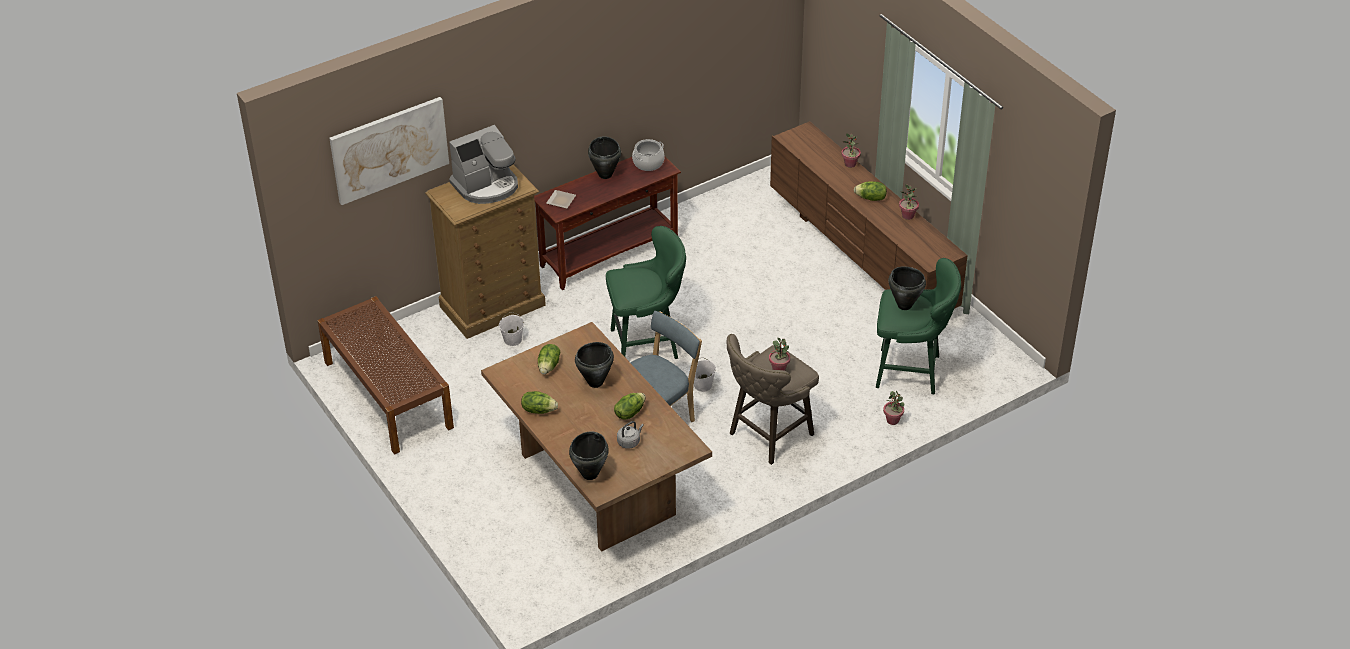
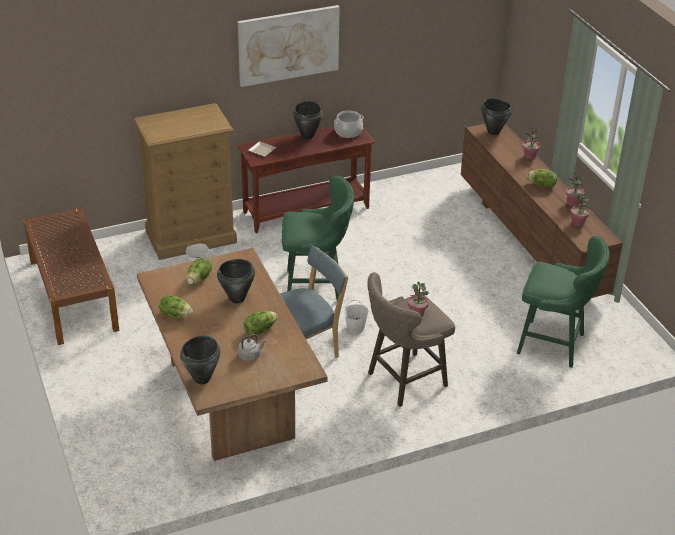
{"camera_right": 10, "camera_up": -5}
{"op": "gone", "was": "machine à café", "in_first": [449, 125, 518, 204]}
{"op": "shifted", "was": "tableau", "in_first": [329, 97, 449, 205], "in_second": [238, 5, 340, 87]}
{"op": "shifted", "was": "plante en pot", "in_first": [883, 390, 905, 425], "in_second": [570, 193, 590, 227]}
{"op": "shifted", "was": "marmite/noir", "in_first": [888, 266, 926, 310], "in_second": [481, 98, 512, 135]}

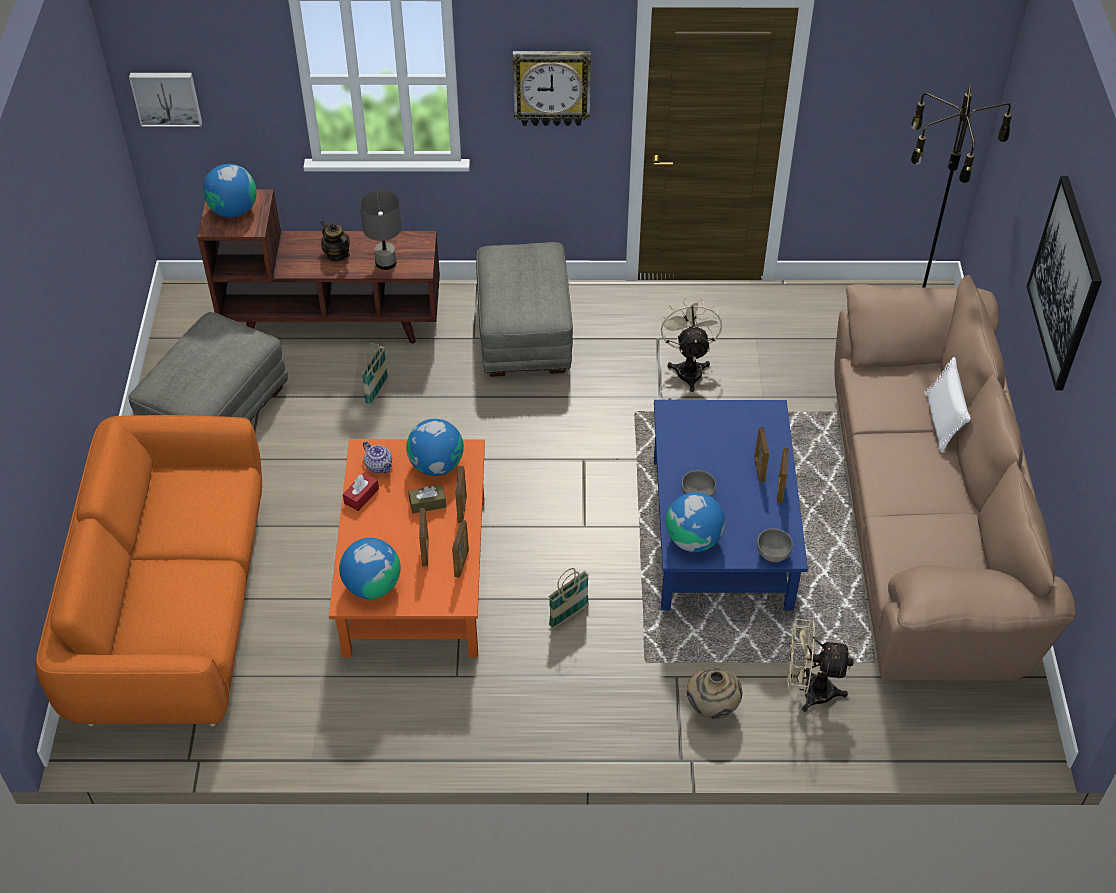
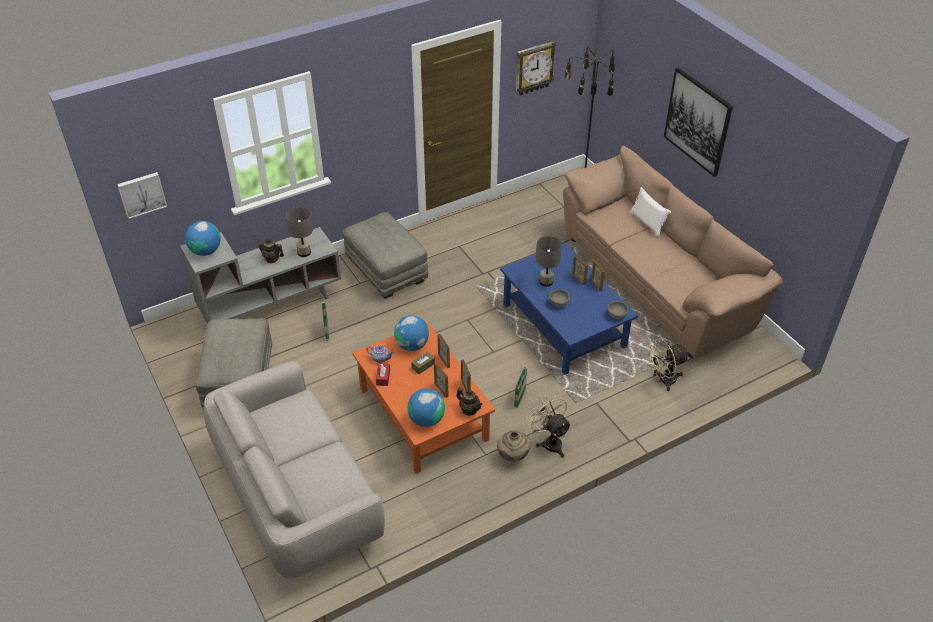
{"camera_right": -30, "camera_up": -5}
{"op": "gone", "was": "globe", "in_first": [666, 492, 725, 552]}
{"op": "new", "now": "théière", "in_second": [456, 387, 483, 416]}
{"op": "new", "now": "lampe de table/gris", "in_second": [536, 236, 562, 287]}
{"op": "shifted", "was": "horloge murale", "in_first": [513, 51, 591, 126], "in_second": [515, 41, 557, 95]}
{"op": "shifted", "was": "ventilateur/beige", "in_first": [660, 298, 722, 392], "in_second": [526, 393, 571, 457]}
{"op": "shifted", "was": "vase/beige", "in_first": [687, 667, 742, 719], "in_second": [497, 431, 531, 462]}
{"op": "repainted", "was": "canapé/orange", "now": "canapé/gris", "in_first": [35, 415, 262, 727], "in_second": [204, 361, 385, 580]}
{"op": "repainted", "was": "meuble télé/marron", "now": "meuble télé/gris", "in_first": [197, 189, 440, 343], "in_second": [180, 227, 341, 324]}

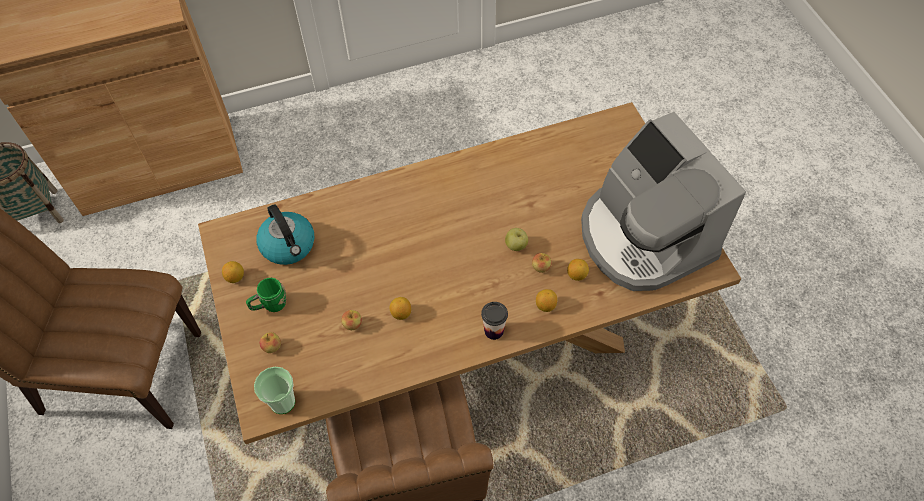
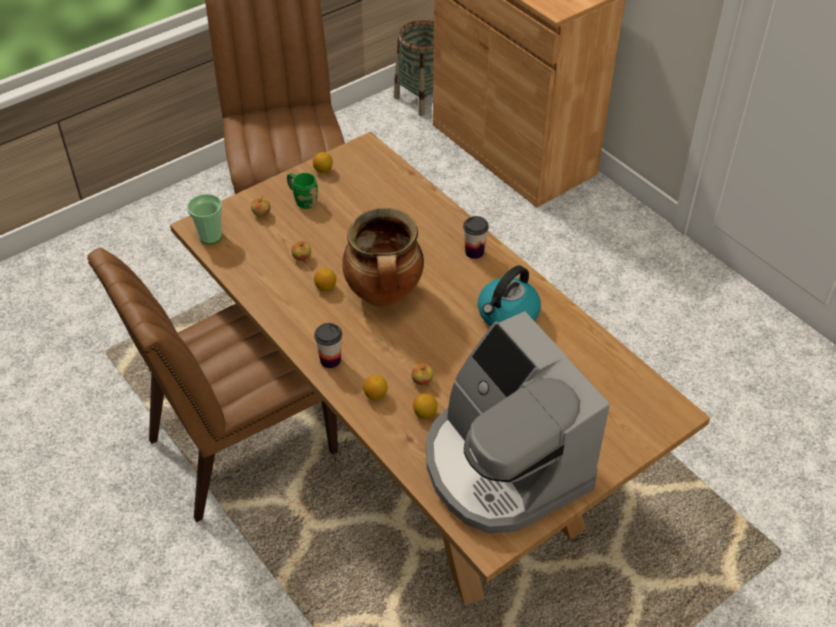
{"camera_right": 70, "camera_up": -10}
{"op": "gone", "was": "pomme", "in_first": [505, 228, 528, 251]}
{"op": "new", "now": "marmite", "in_second": [342, 208, 424, 307]}
{"op": "new", "now": "tasse", "in_second": [463, 216, 489, 259]}
{"op": "shifted", "was": "bouilloire", "in_first": [256, 204, 315, 265], "in_second": [478, 265, 541, 327]}
{"op": "rotated", "was": "machine à café", "in_first": [581, 112, 746, 291], "in_second": [426, 311, 610, 534], "clockwise": -75}

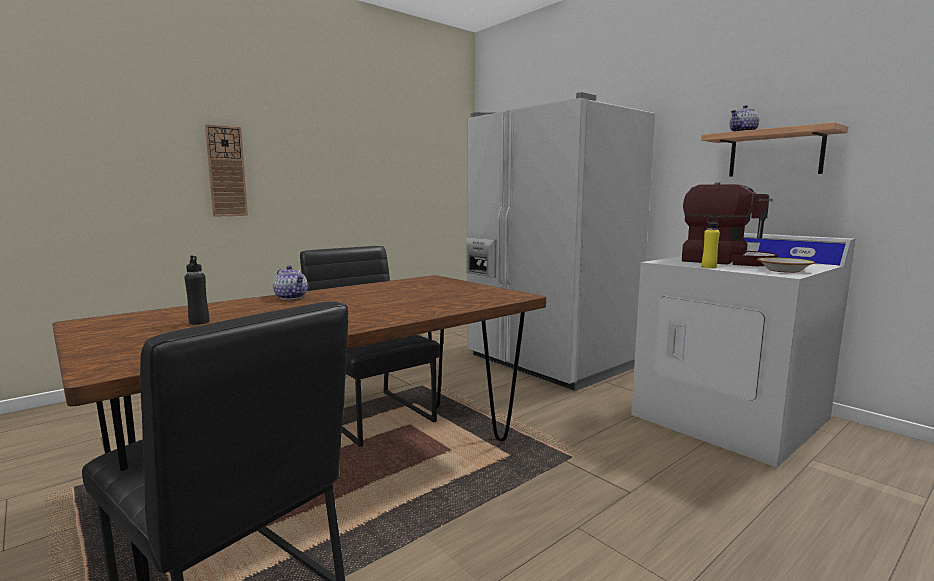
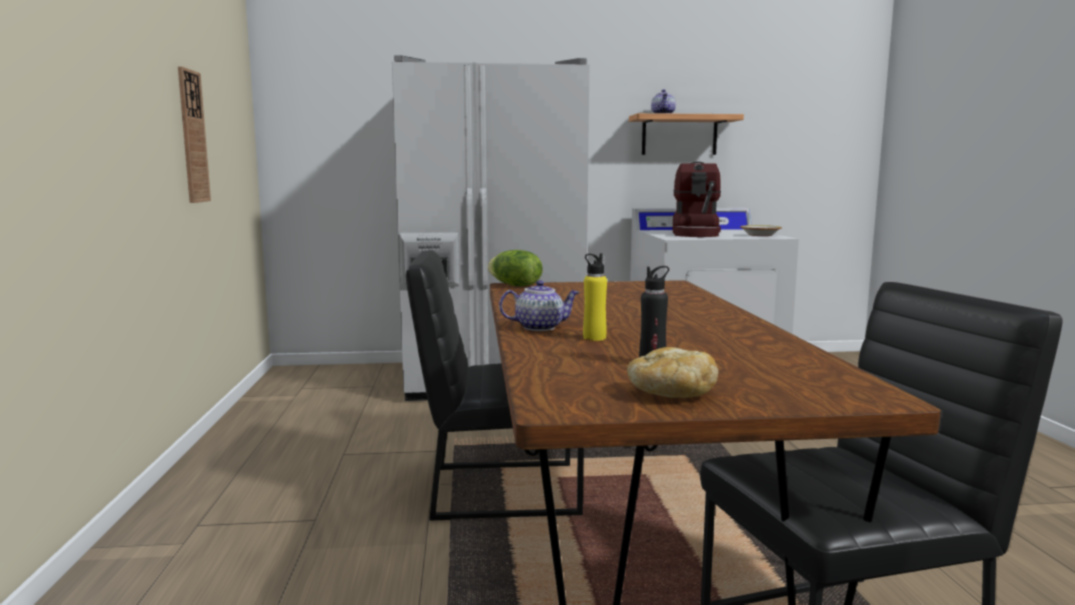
{"camera_right": -55, "camera_up": 0}
{"op": "new", "now": "laitue", "in_second": [487, 250, 543, 286]}
{"op": "new", "now": "pain", "in_second": [627, 347, 718, 398]}
{"op": "shifted", "was": "horloge murale", "in_first": [205, 124, 248, 217], "in_second": [178, 66, 211, 203]}
{"op": "shifted", "was": "bouteille/jaune", "in_first": [702, 216, 720, 268], "in_second": [583, 253, 607, 341]}
{"op": "rotated", "was": "machine à café", "in_first": [682, 183, 778, 266], "in_second": [673, 162, 721, 237], "clockwise": 120}

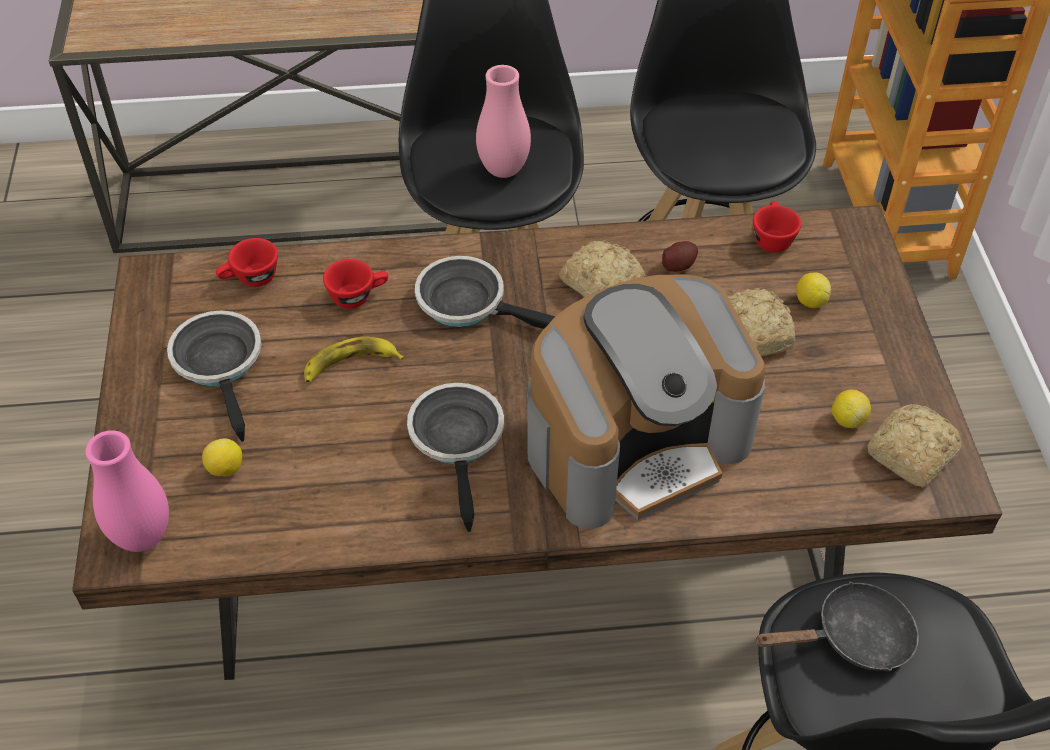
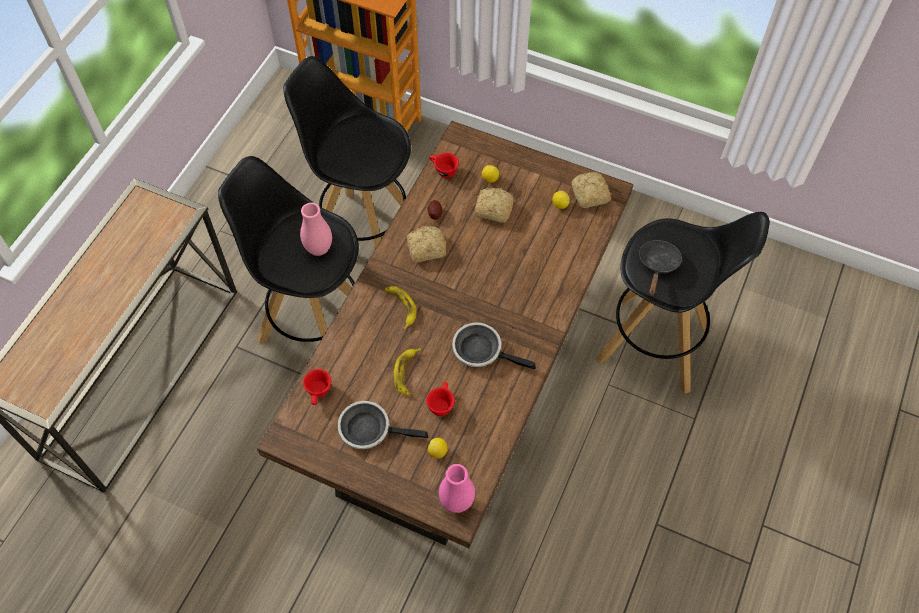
{"camera_right": -60, "camera_up": 10}
{"op": "gone", "was": "machine à café", "in_first": [527, 274, 765, 529]}
{"op": "shifted", "was": "tasse/rouge", "in_first": [323, 259, 388, 309], "in_second": [426, 382, 455, 416]}
{"op": "swapped", "was": "poêle", "now": "banane", "in_first": [415, 256, 555, 329], "in_second": [385, 286, 417, 330]}

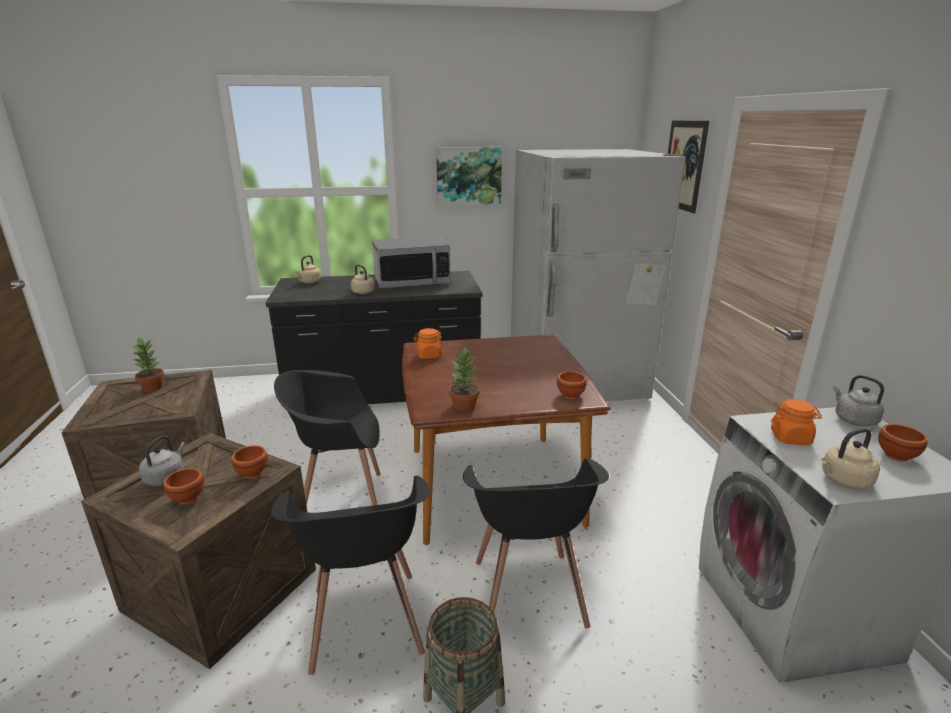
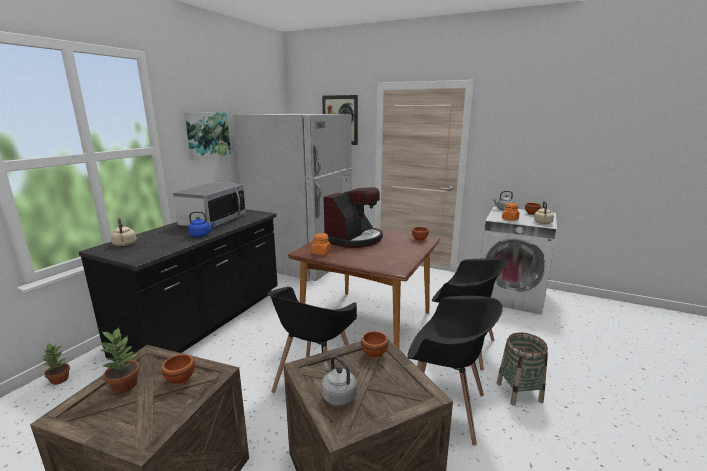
{"camera_right": -55, "camera_up": -5}
{"op": "new", "now": "machine à café", "in_second": [323, 188, 383, 248]}
{"op": "shifted", "was": "bol/marron", "in_first": [164, 468, 204, 504], "in_second": [162, 354, 195, 385]}
{"op": "shifted", "was": "plante en pot", "in_first": [449, 346, 479, 411], "in_second": [43, 343, 70, 385]}
{"op": "repainted", "was": "bouilloire/beige", "now": "bouilloire/bleu", "in_first": [351, 264, 375, 294], "in_second": [188, 211, 215, 237]}

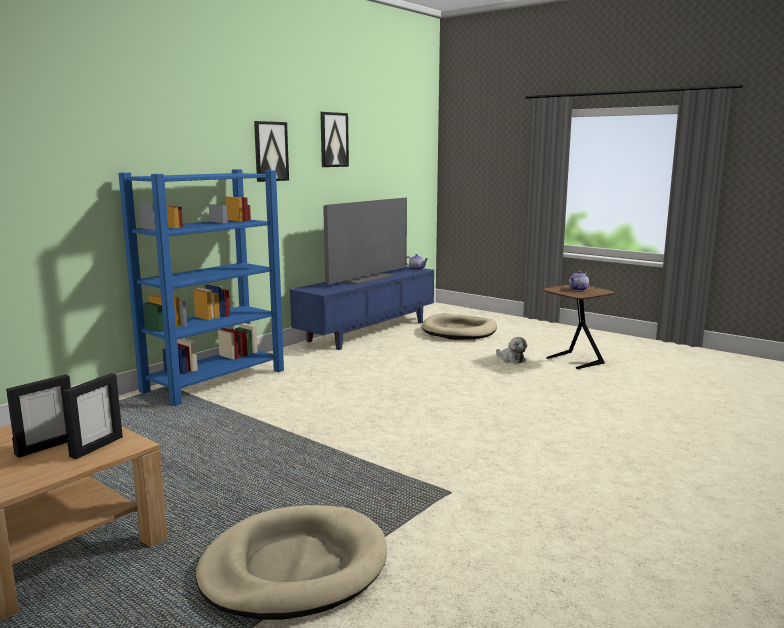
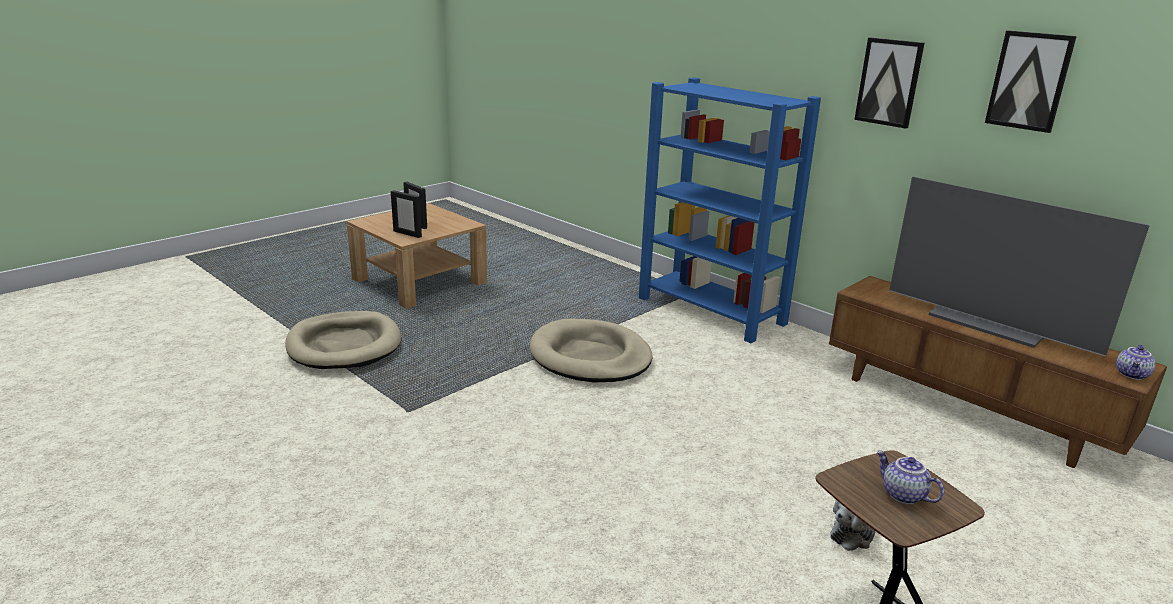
{"camera_right": 95, "camera_up": 10}
{"op": "shifted", "was": "panier pour chien/beige", "in_first": [422, 313, 497, 340], "in_second": [530, 319, 653, 383]}
{"op": "repainted", "was": "meuble télé/bleu", "now": "meuble télé/marron", "in_first": [290, 266, 434, 350], "in_second": [829, 276, 1167, 468]}

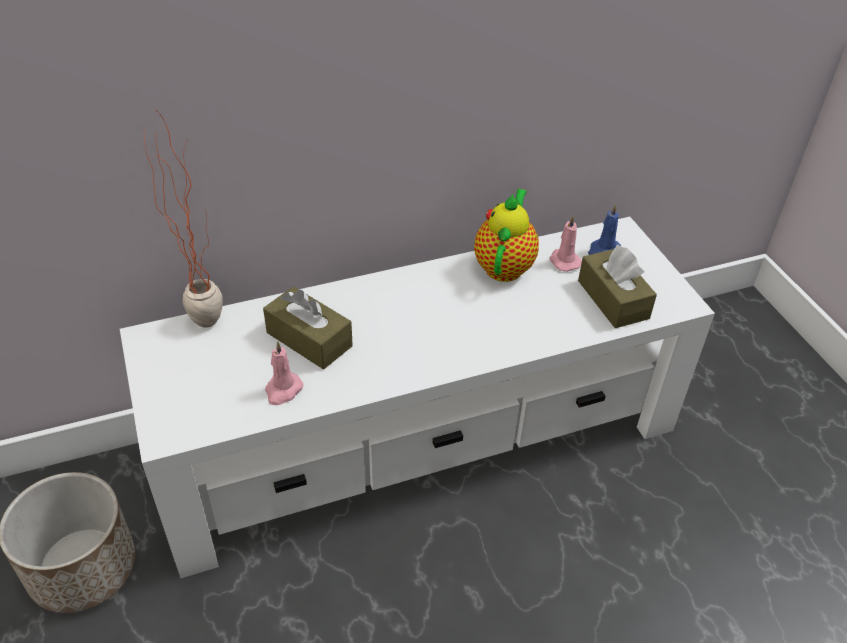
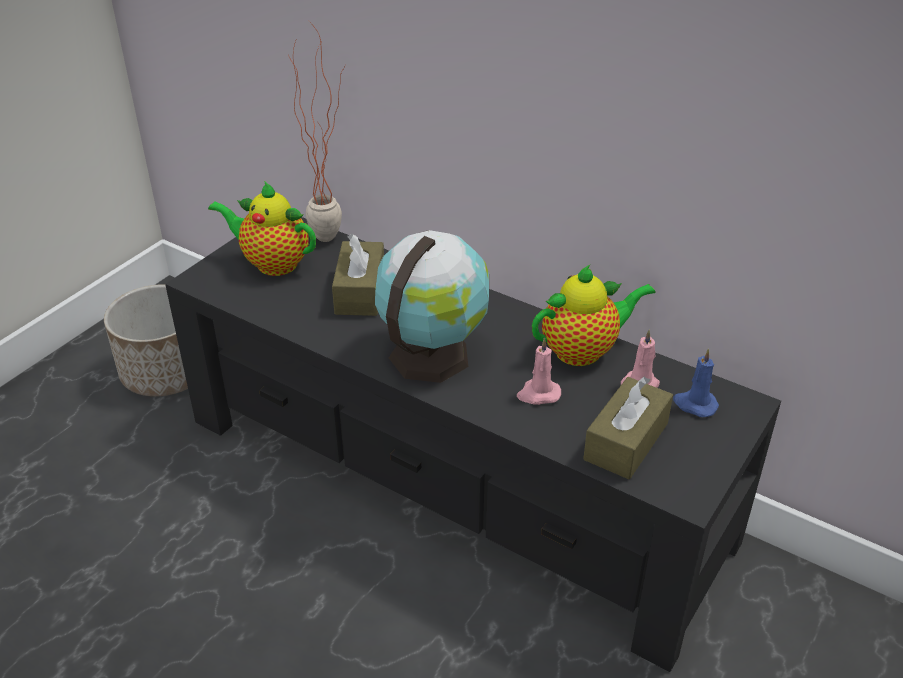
{"camera_right": 55, "camera_up": -5}
{"op": "new", "now": "théière", "in_second": [208, 181, 316, 276]}
{"op": "new", "now": "globe", "in_second": [375, 230, 489, 383]}
{"op": "shifted", "was": "bougie/rose", "in_first": [265, 341, 303, 405], "in_second": [517, 338, 561, 405]}
{"op": "repainted", "was": "meuble télé/blanc", "now": "meuble télé/noir", "in_first": [120, 217, 715, 578], "in_second": [165, 217, 781, 672]}

